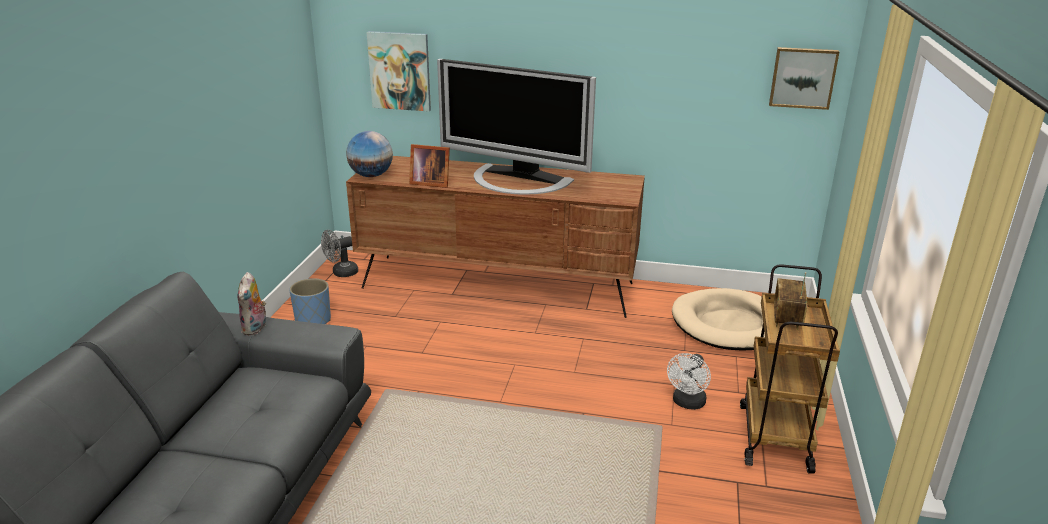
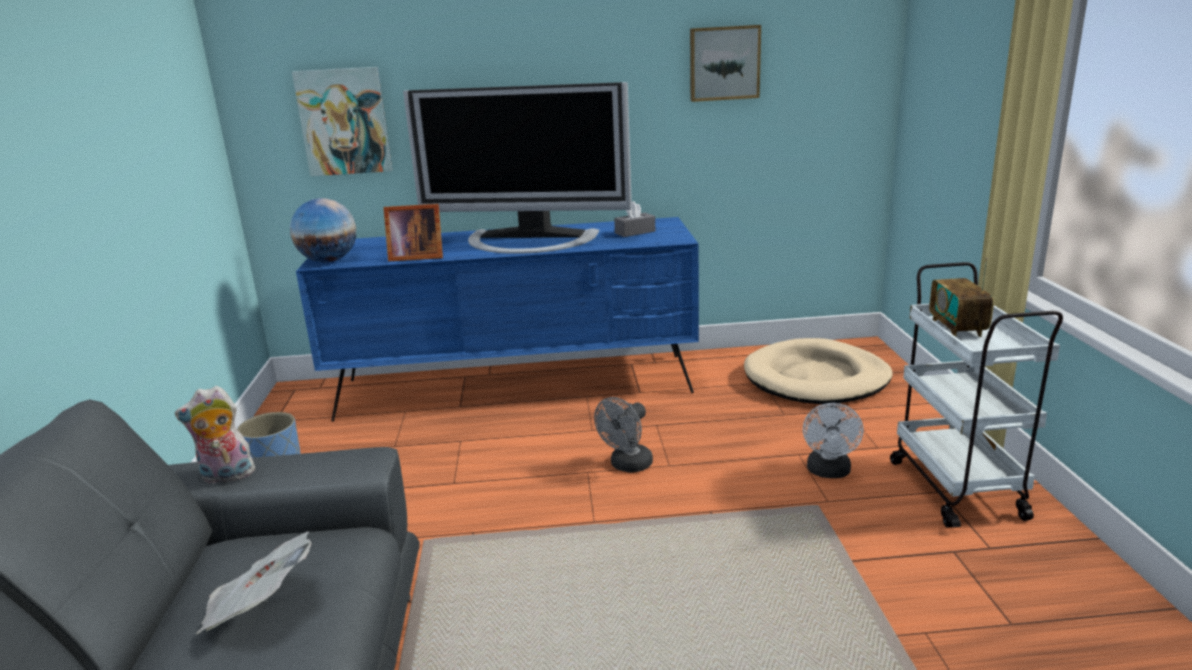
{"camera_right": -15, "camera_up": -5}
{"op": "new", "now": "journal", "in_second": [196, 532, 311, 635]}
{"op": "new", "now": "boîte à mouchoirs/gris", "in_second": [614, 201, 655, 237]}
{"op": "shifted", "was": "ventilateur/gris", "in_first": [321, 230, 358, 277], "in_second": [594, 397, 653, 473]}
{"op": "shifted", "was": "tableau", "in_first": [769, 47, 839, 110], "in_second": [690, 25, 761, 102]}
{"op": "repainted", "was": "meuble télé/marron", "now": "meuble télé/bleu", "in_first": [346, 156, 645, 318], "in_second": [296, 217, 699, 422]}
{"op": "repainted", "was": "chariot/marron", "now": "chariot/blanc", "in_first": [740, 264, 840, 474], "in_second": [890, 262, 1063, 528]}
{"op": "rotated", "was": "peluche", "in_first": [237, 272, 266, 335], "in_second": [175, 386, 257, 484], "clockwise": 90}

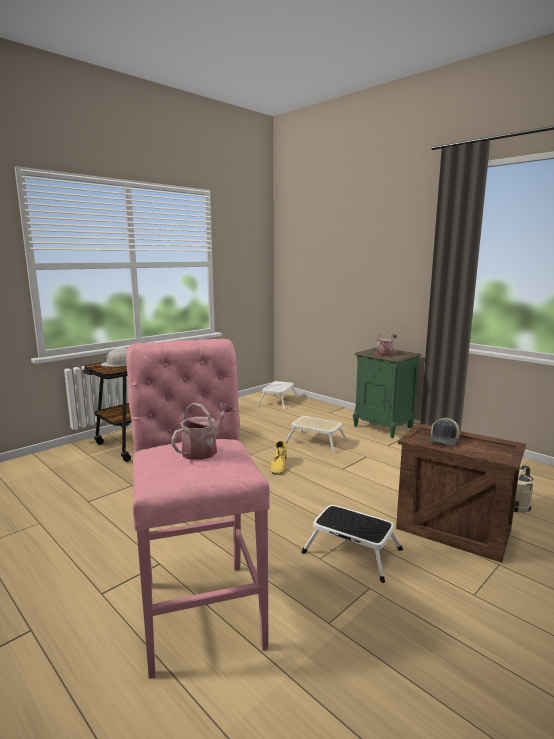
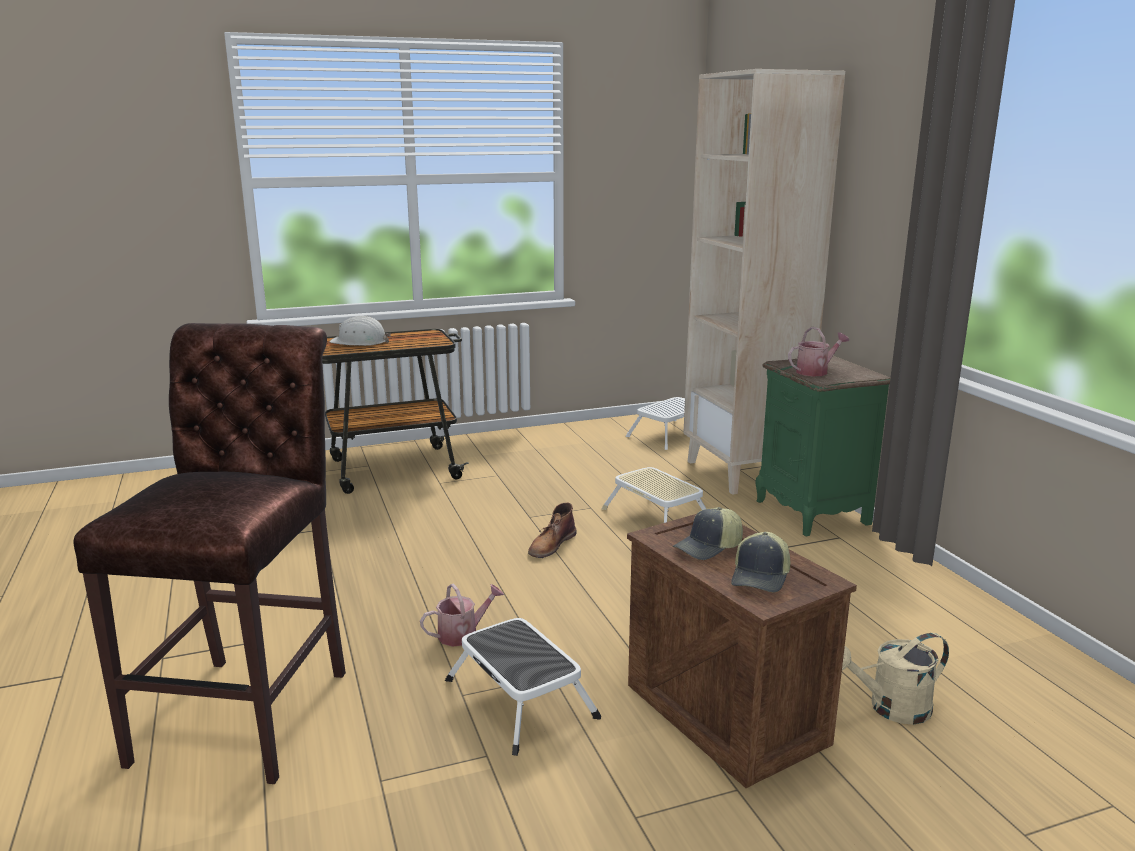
{"camera_right": 25, "camera_up": 5}
{"op": "new", "now": "bibliothèque/beige", "in_second": [683, 69, 845, 495]}
{"op": "new", "now": "casquette", "in_second": [731, 532, 790, 593]}
{"op": "shifted", "was": "arrosoir", "in_first": [171, 403, 233, 460], "in_second": [420, 583, 504, 647]}
{"op": "repainted", "was": "tabouret/rose", "now": "tabouret/marron", "in_first": [126, 339, 270, 679], "in_second": [74, 323, 346, 784]}
{"op": "repainted", "was": "botte/jaune", "now": "botte/marron", "in_first": [270, 441, 287, 475], "in_second": [528, 503, 576, 558]}

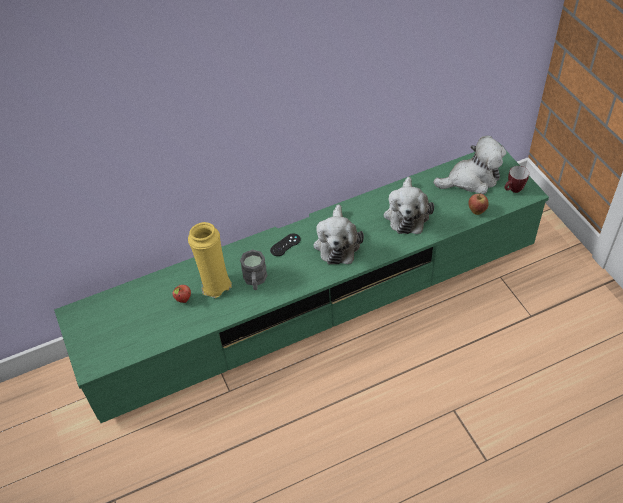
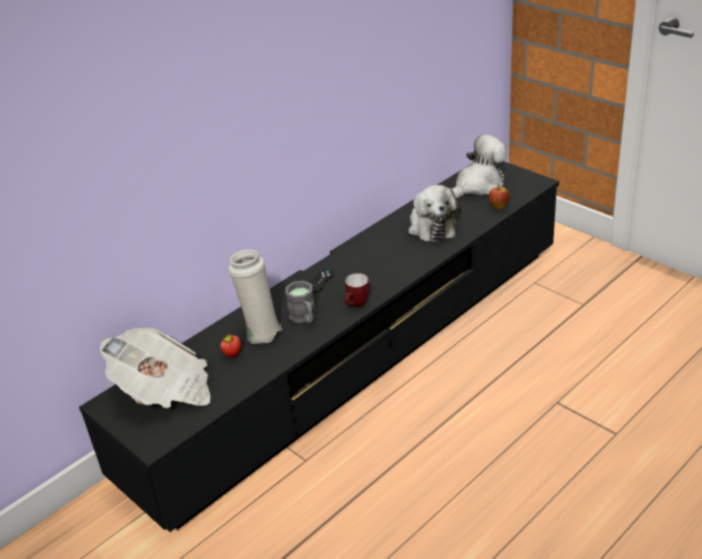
{"camera_right": -20, "camera_up": -15}
{"op": "gone", "was": "peluche", "in_first": [313, 204, 364, 264]}
{"op": "new", "now": "journal", "in_second": [100, 328, 211, 408]}
{"op": "shifted", "was": "mug", "in_first": [504, 166, 529, 193], "in_second": [345, 273, 369, 307]}
{"op": "repainted", "was": "meuble télé/vert", "now": "meuble télé/noir", "in_first": [54, 143, 549, 423], "in_second": [79, 161, 559, 532]}
{"op": "repainted", "was": "vase/jaune", "now": "vase/blanc", "in_first": [188, 222, 232, 298], "in_second": [228, 250, 282, 344]}

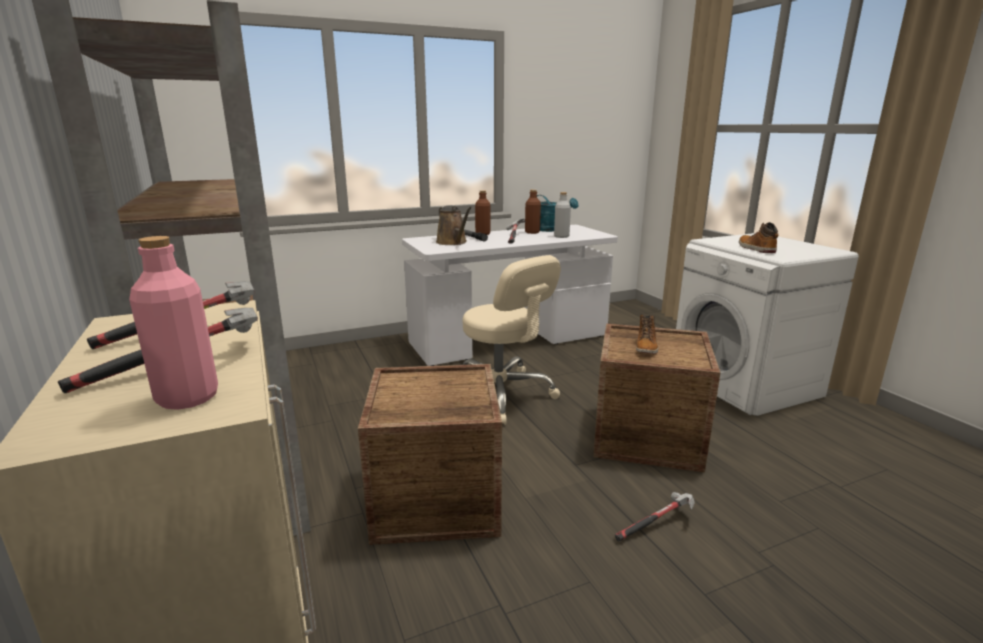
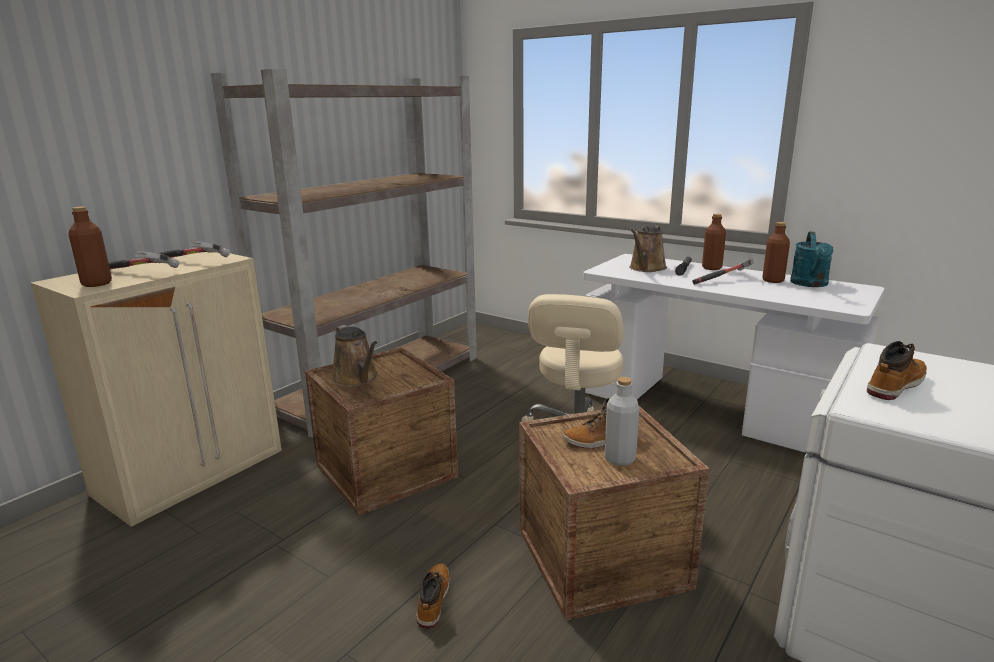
{"camera_right": 60, "camera_up": 0}
{"op": "new", "now": "arrosoir/marron", "in_second": [332, 325, 378, 387]}
{"op": "shifted", "was": "bouteille/gris", "in_first": [554, 192, 571, 238], "in_second": [605, 377, 640, 466]}
{"op": "swapped", "was": "marteau", "now": "botte", "in_first": [615, 492, 695, 542], "in_second": [416, 563, 450, 629]}
{"op": "repainted", "was": "bouteille/rose", "now": "bouteille/marron", "in_first": [129, 236, 218, 410], "in_second": [68, 206, 112, 287]}

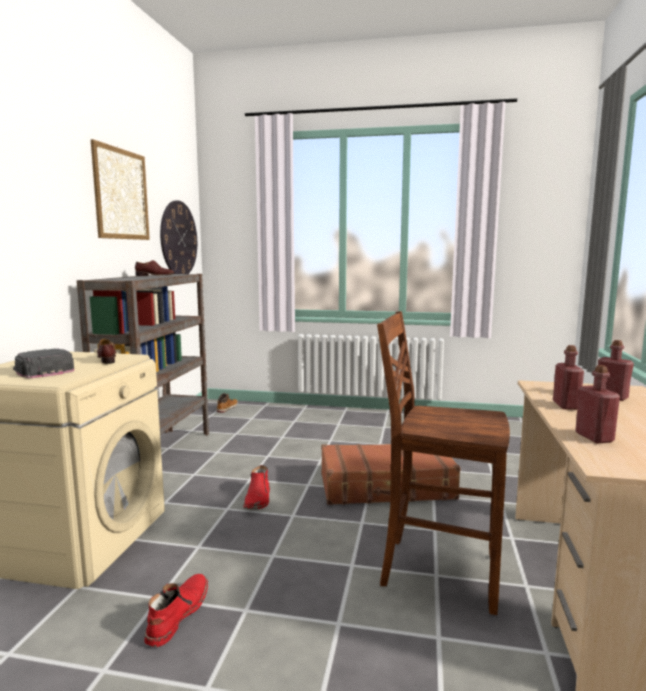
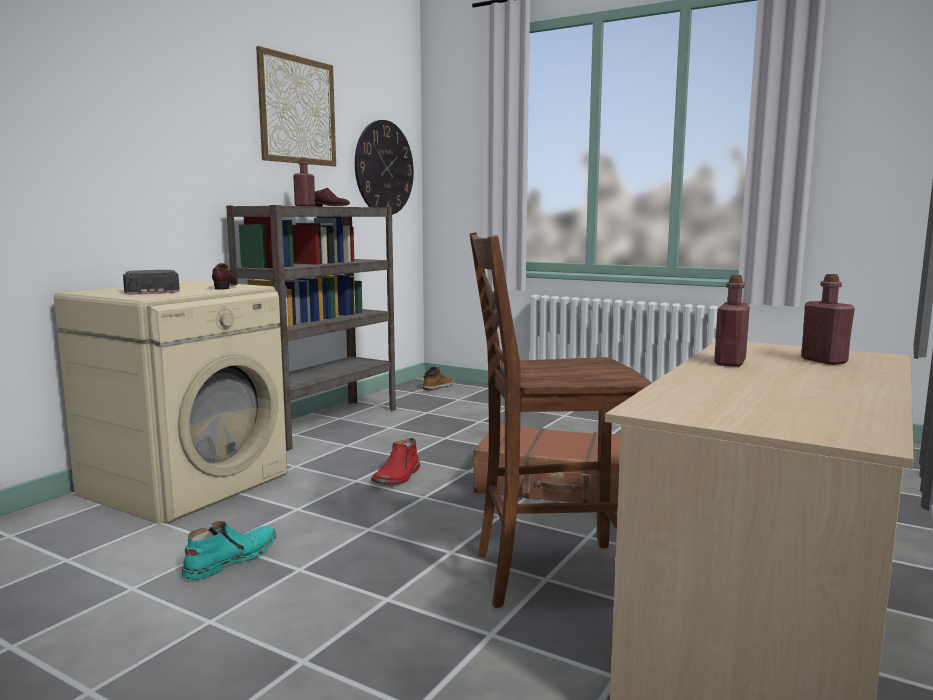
{"camera_right": 20, "camera_up": 0}
{"op": "shifted", "was": "bouteille/rouge", "in_first": [575, 365, 620, 443], "in_second": [293, 158, 315, 206]}
{"op": "repainted", "was": "botte/rouge", "now": "botte/turquoise", "in_first": [144, 574, 208, 647], "in_second": [182, 521, 277, 580]}
{"op": "rotated", "was": "chaise/marron", "in_first": [377, 311, 510, 615], "in_second": [470, 232, 652, 608], "clockwise": -45}

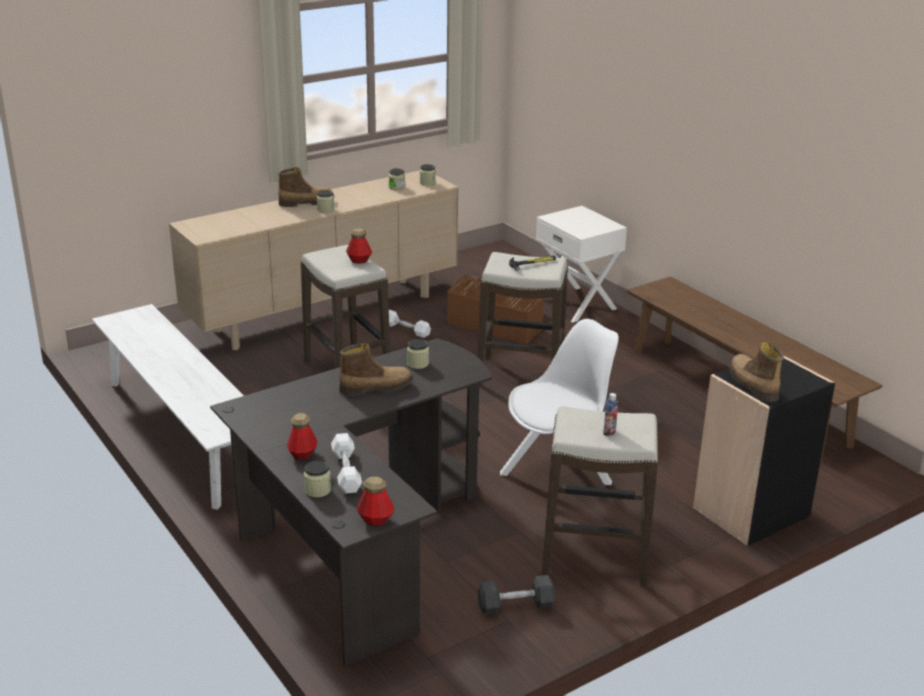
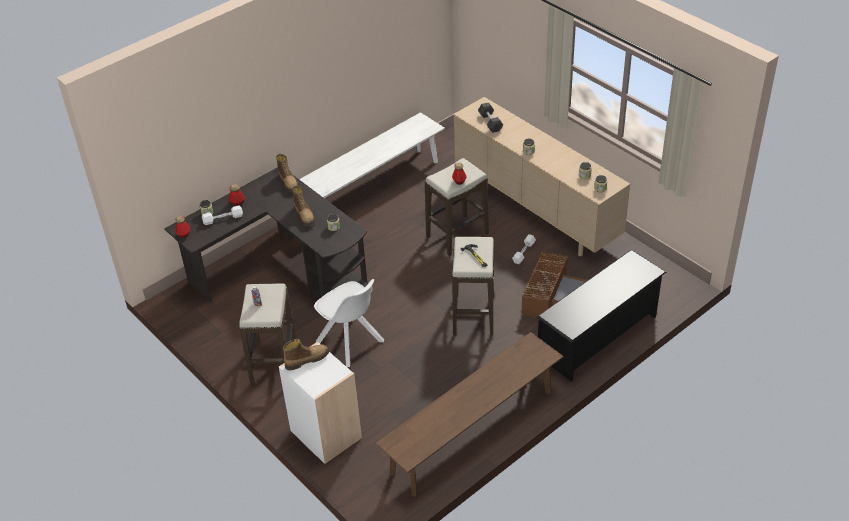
{"camera_right": 85, "camera_up": 15}
{"op": "shifted", "was": "botte", "in_first": [278, 167, 334, 207], "in_second": [276, 154, 298, 192]}
{"op": "shifted", "was": "haltère/gris", "in_first": [478, 575, 555, 614], "in_second": [478, 102, 503, 133]}
{"op": "swapped", "was": "table de chevet/blanc", "now": "étagère à chaussures/noir", "in_first": [536, 206, 627, 323], "in_second": [537, 250, 666, 382]}
{"op": "repainted", "was": "bibliothèque/noir", "now": "bibliothèque/blanc", "in_first": [693, 355, 835, 546], "in_second": [279, 342, 362, 464]}

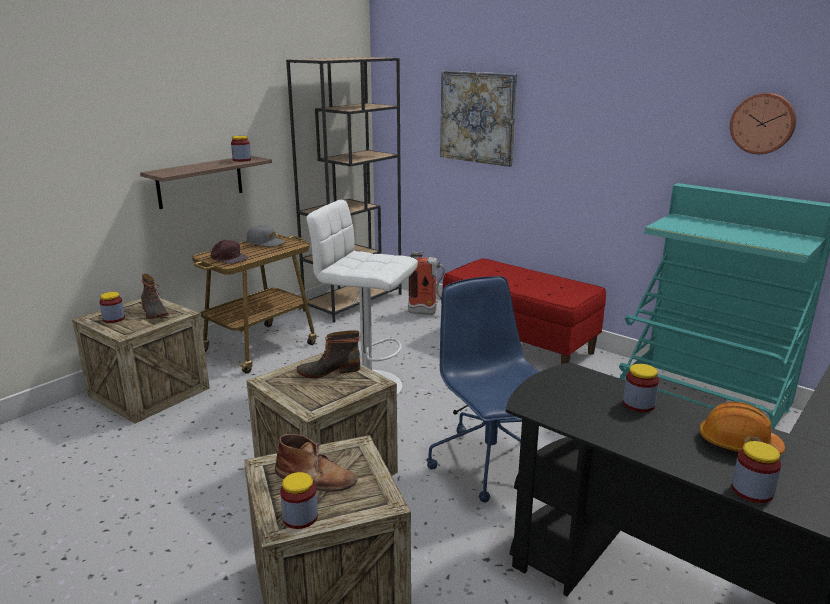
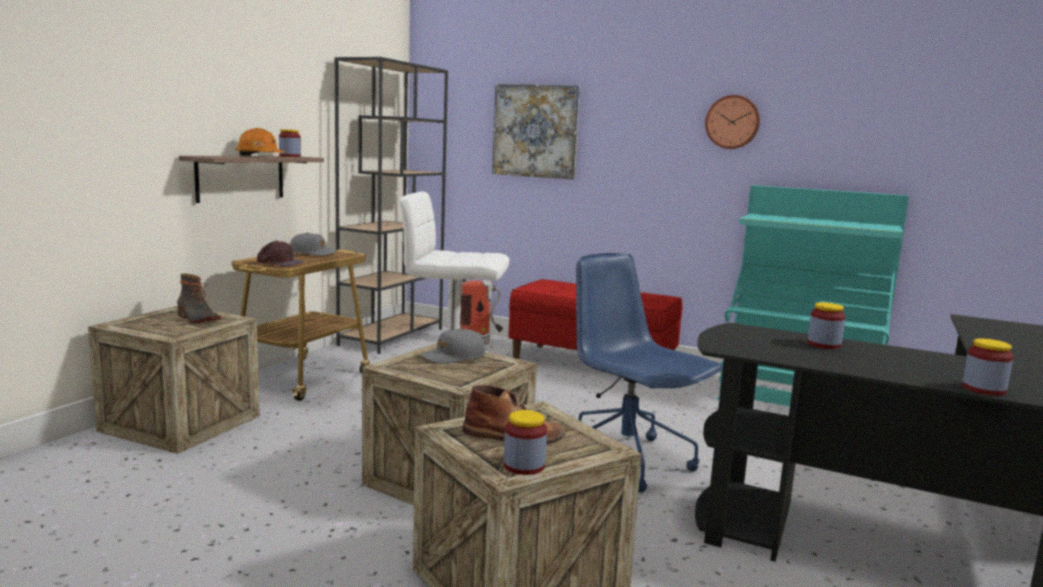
{"camera_right": -15, "camera_up": -10}
{"op": "gone", "was": "bocal", "in_first": [99, 292, 125, 323]}
{"op": "shifted", "was": "casque de chantier/orange", "in_first": [699, 402, 785, 455], "in_second": [235, 128, 285, 156]}
{"op": "shifted", "was": "horloge murale", "in_first": [730, 93, 796, 154], "in_second": [705, 95, 760, 149]}
{"op": "swapped", "was": "botte", "now": "casquette/gris", "in_first": [297, 330, 360, 378], "in_second": [421, 329, 485, 364]}

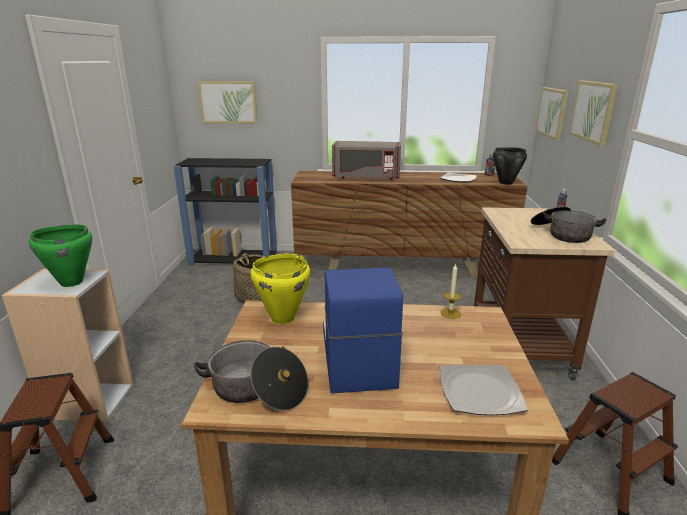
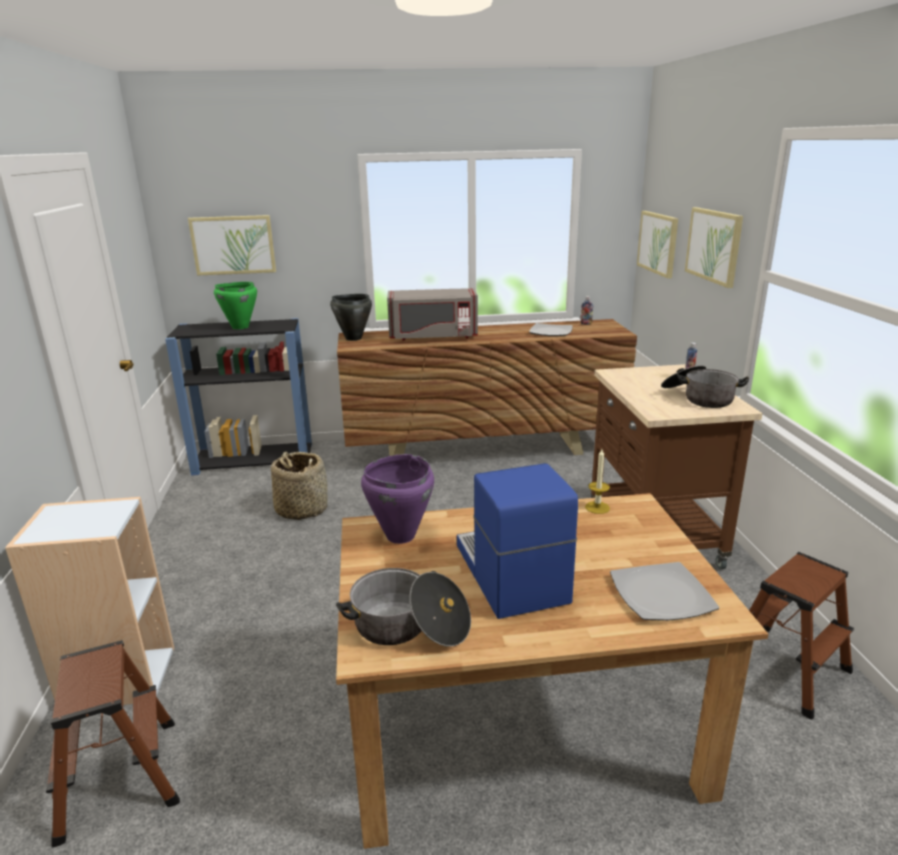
{"camera_right": -10, "camera_up": 0}
{"op": "shifted", "was": "marmite/vert", "in_first": [29, 225, 92, 287], "in_second": [214, 282, 257, 329]}
{"op": "shifted", "was": "marmite/noir", "in_first": [493, 147, 527, 185], "in_second": [330, 294, 372, 341]}
{"op": "repainted", "was": "marmite/jaune", "now": "marmite/violet", "in_first": [250, 253, 310, 324], "in_second": [361, 454, 434, 544]}

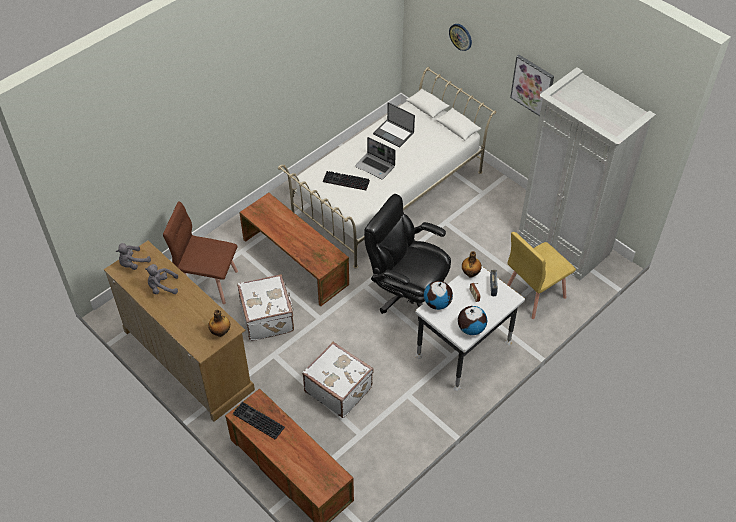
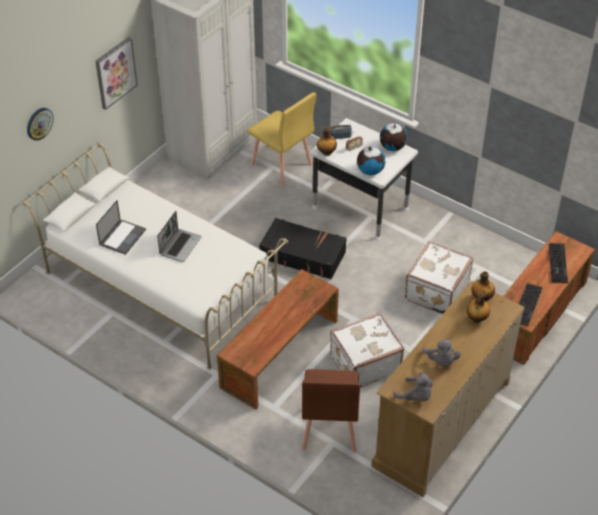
{"camera_right": -100, "camera_up": -5}
{"op": "new", "now": "bouteille", "in_second": [467, 292, 490, 323]}
{"op": "shifted", "was": "clavier", "in_first": [323, 171, 370, 190], "in_second": [549, 243, 568, 283]}
{"op": "swapped", "was": "chaise de bureau/noir", "now": "valise/noir", "in_first": [364, 194, 451, 321], "in_second": [259, 218, 347, 280]}

